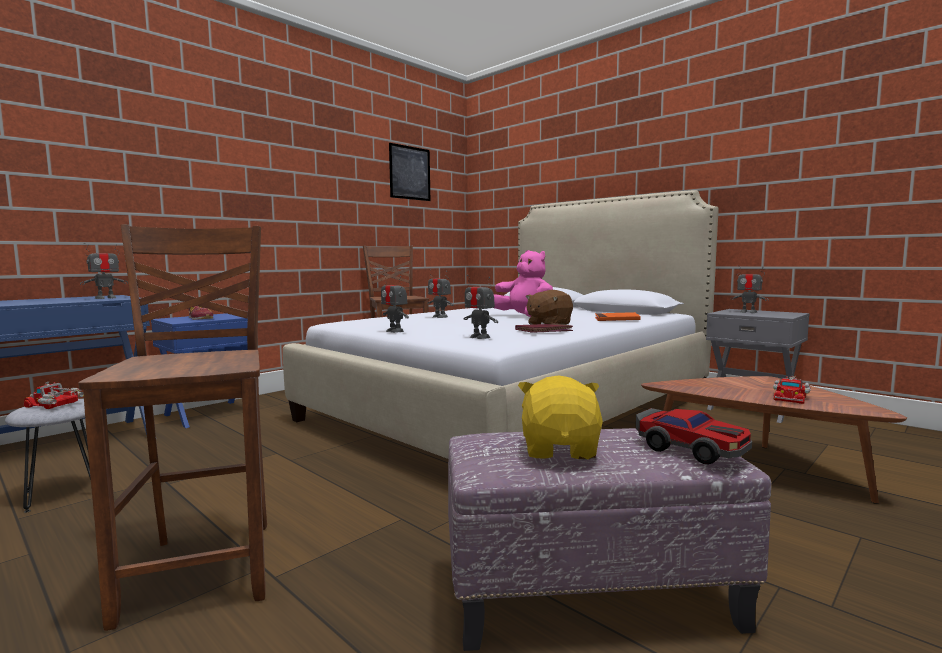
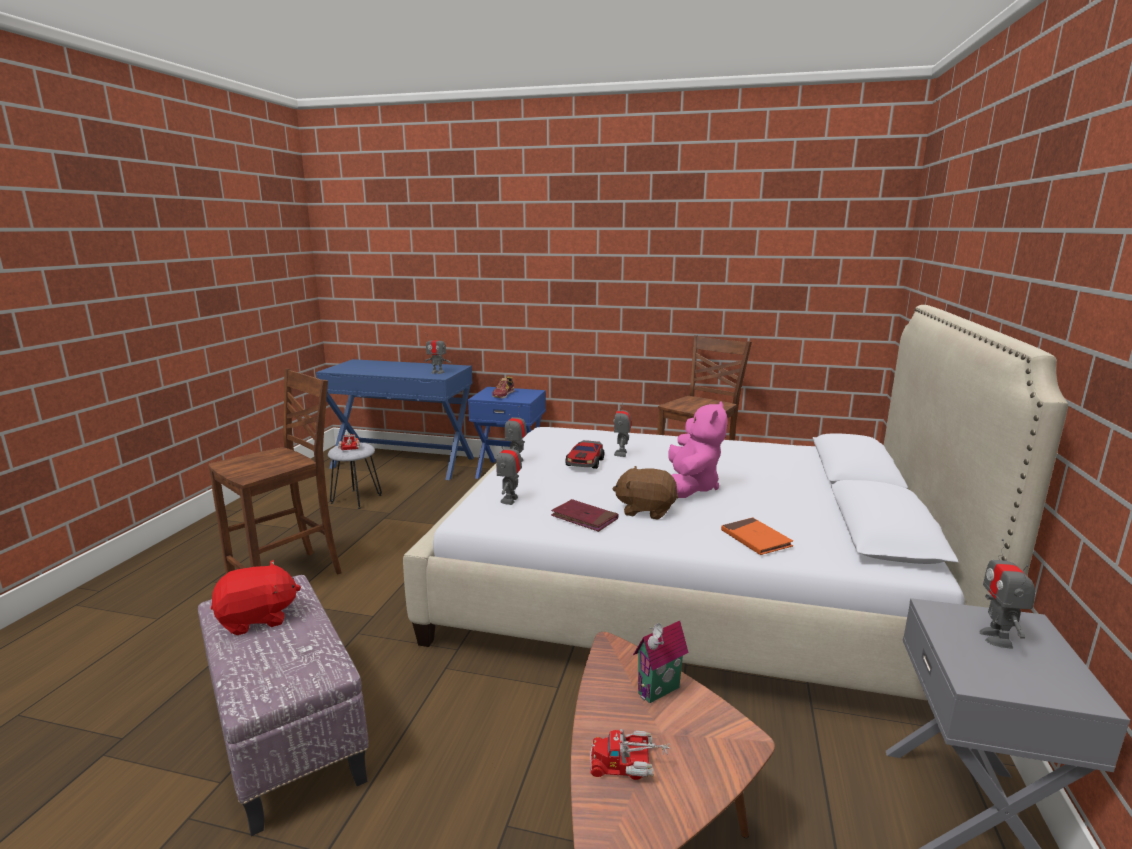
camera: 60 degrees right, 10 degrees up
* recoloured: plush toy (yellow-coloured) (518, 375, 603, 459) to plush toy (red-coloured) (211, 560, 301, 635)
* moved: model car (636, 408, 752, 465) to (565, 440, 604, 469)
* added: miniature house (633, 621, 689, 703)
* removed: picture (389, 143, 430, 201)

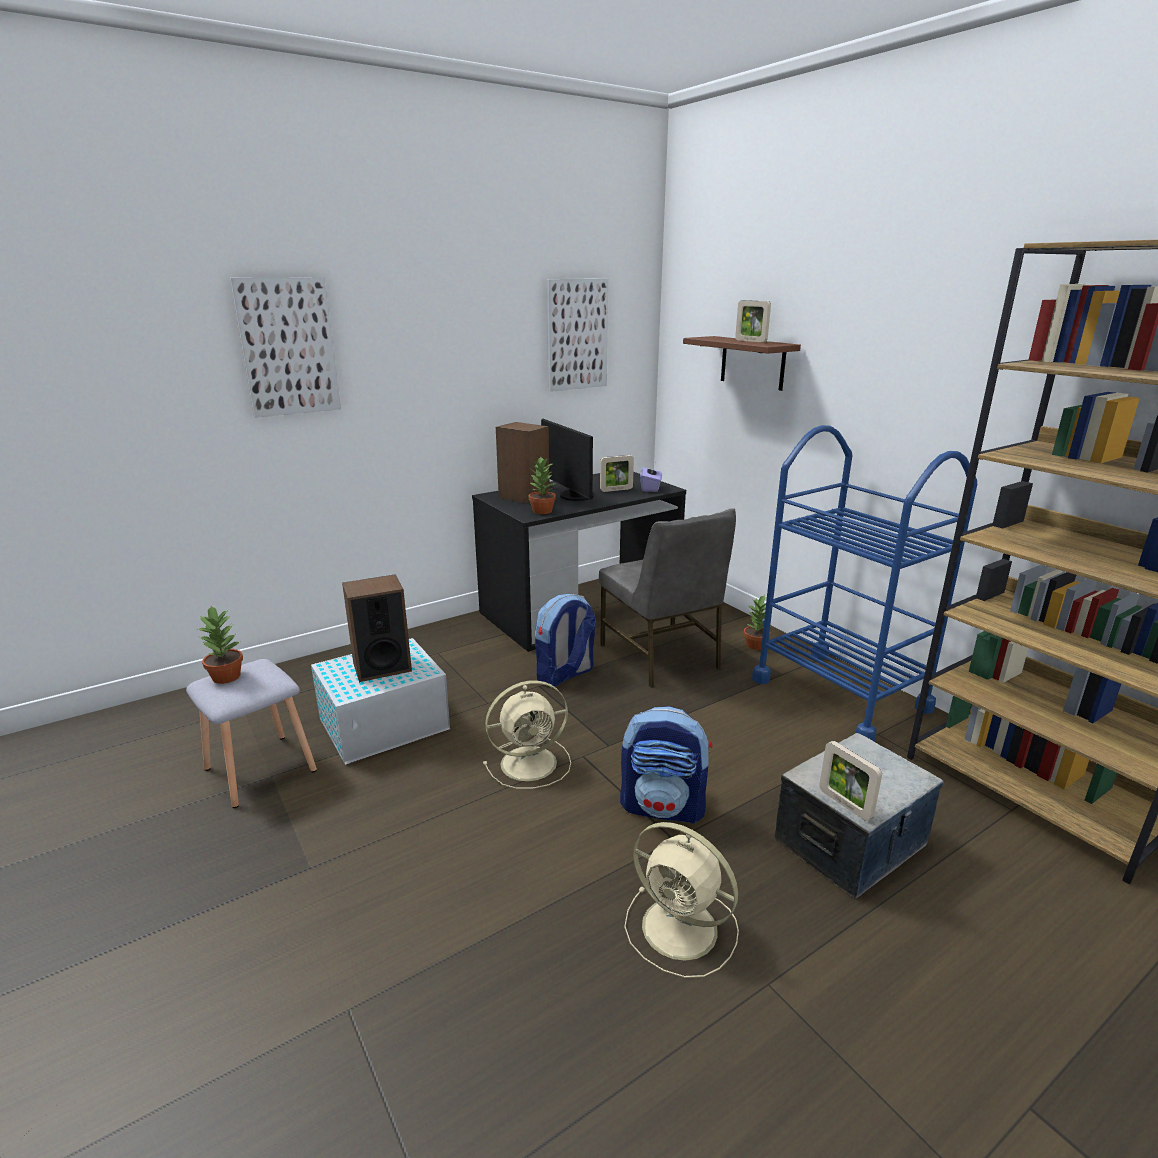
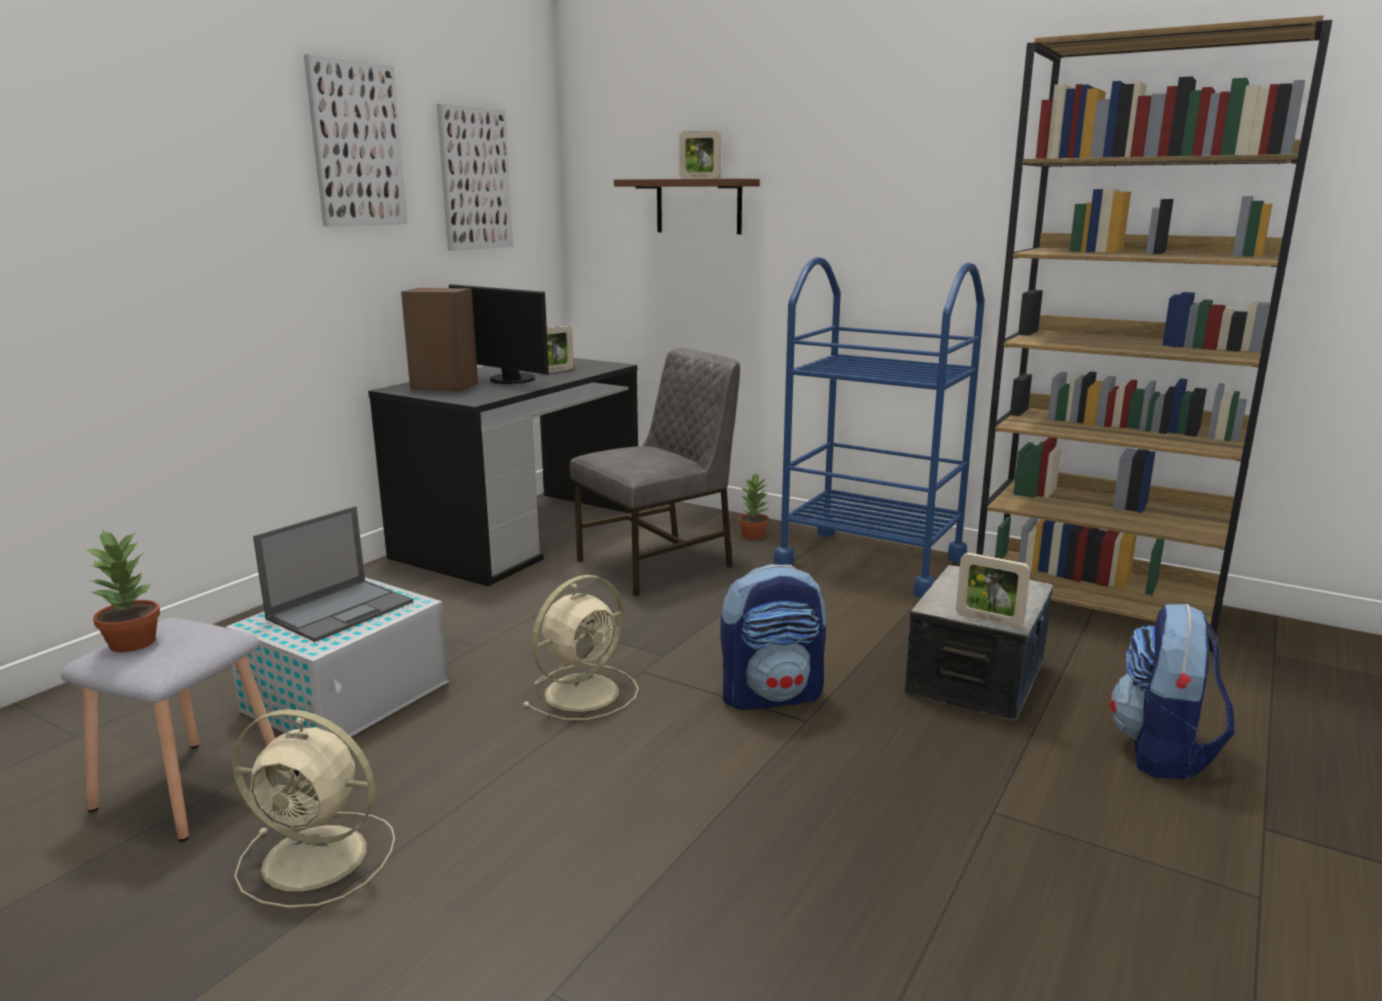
camera: 25 degrees left, 5 degrees down
* moved: cooling fan (sand-coloured) (624, 822, 739, 978) to (232, 709, 395, 908)
* replaced: audio speaker (342, 574, 412, 682) to laptop (253, 506, 413, 642)
* moved: picture (230, 277, 341, 418) to (304, 54, 408, 227)
* turned: plain chair (gray) (599, 508, 736, 688) = (569, 348, 740, 597) 75 degrees counterclockwise
* moved: backpack (535, 594, 595, 686) to (1110, 603, 1234, 779)
* removed: plant in a pot (529, 457, 556, 514)
* removed: tissue holder (purplish) (640, 465, 662, 492)

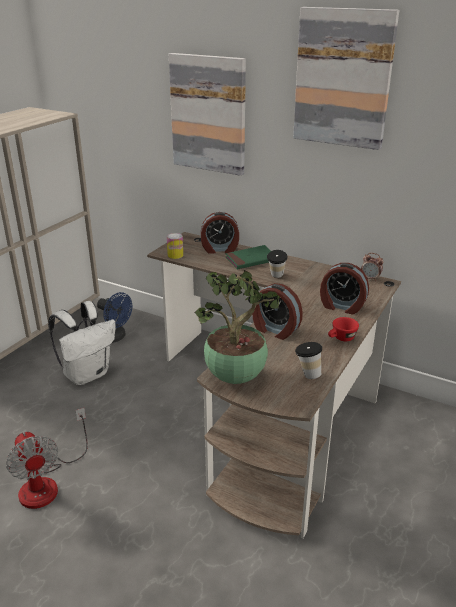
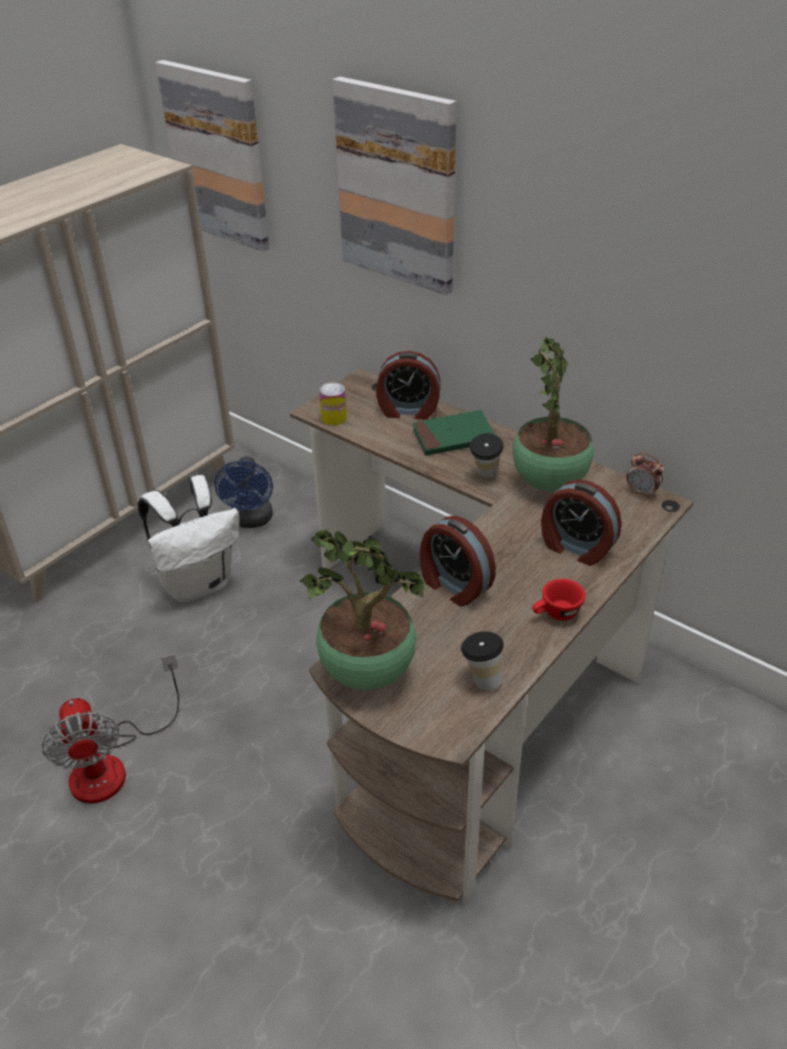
camera: 10 degrees right, 10 degrees up
* moved: picture (293, 7, 399, 150) to (156, 60, 269, 251)
* turned: cooling fan (blue-coloured) (97, 292, 132, 343) = (214, 456, 273, 528) 45 degrees clockwise
* added: plant in a pot (513, 337, 594, 491)

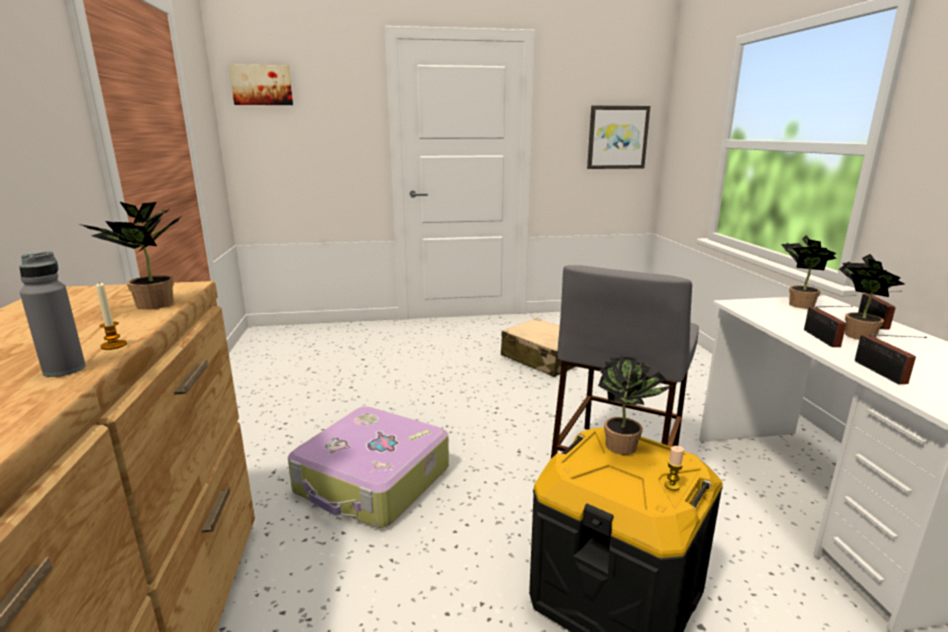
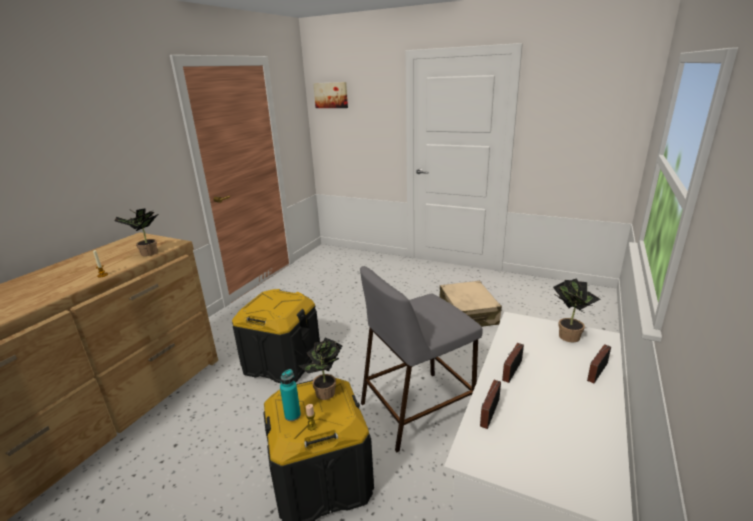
camera: 35 degrees right, 5 degrees up
* replaced: suitcase (288, 407, 449, 528) to storage container (black) (232, 289, 320, 383)
* added: drink bottle (turquoise-coloured) (280, 369, 301, 421)
* removed: drink bottle (gray) (19, 251, 86, 377)
* removed: picture (587, 106, 650, 169)
* removed: plant in a pot (839, 254, 904, 340)

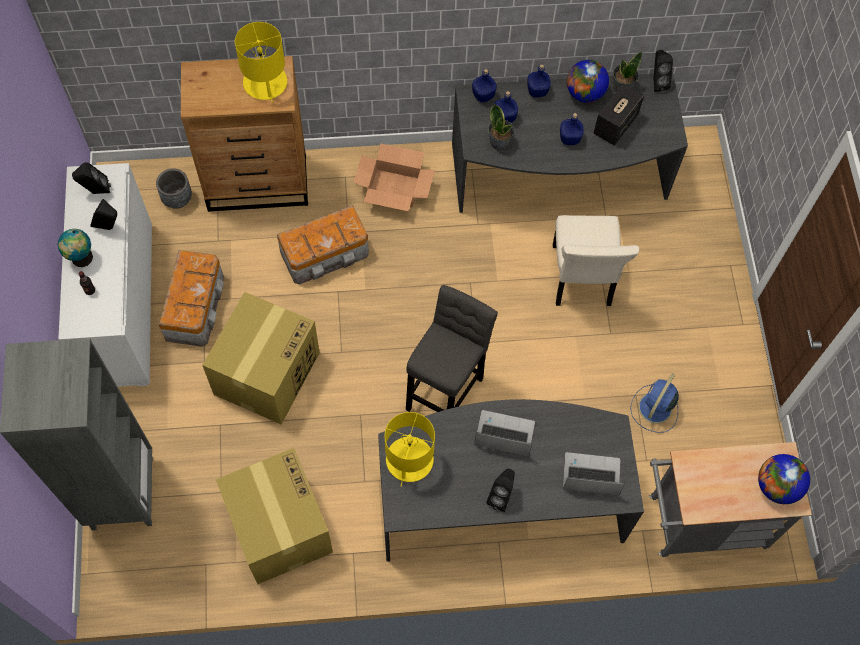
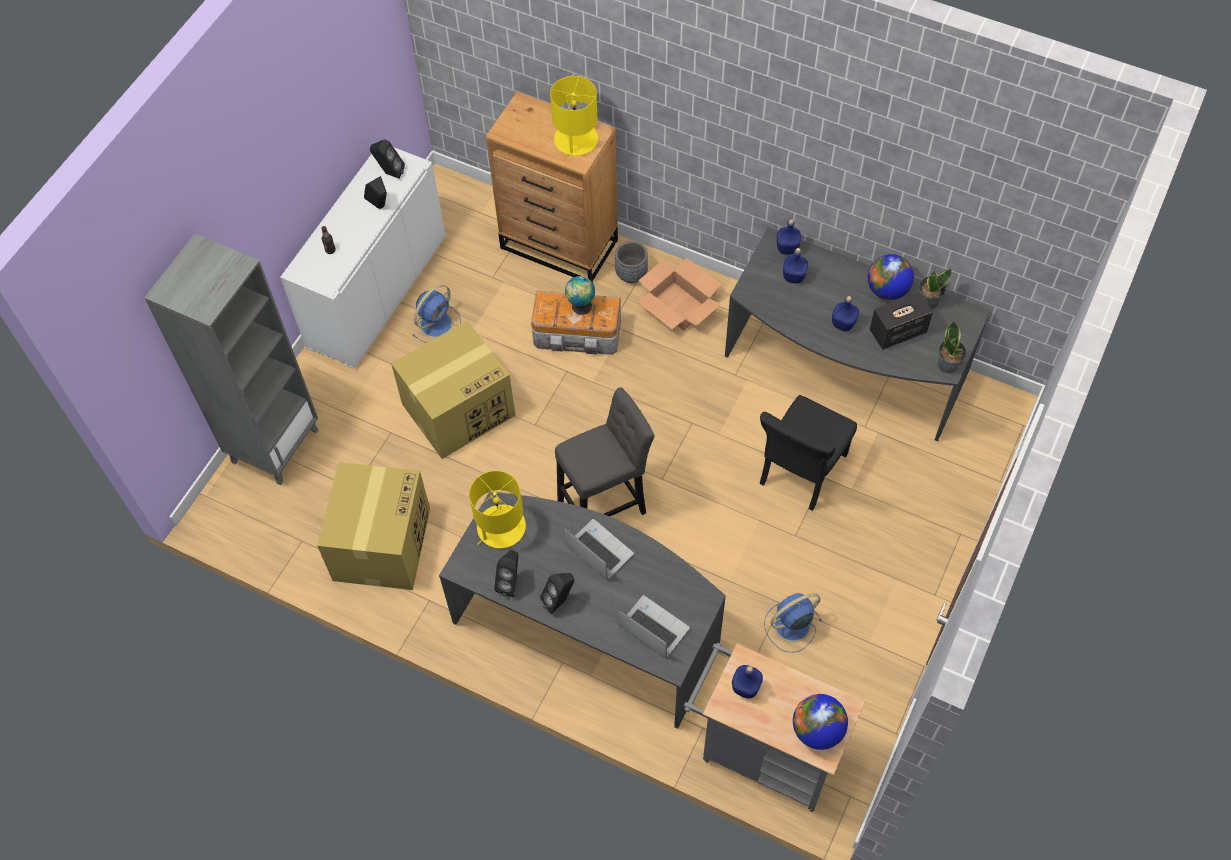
camera: 35 degrees right, 5 degrees down
* replaced: storage container (159, 250, 224, 347) to cooling fan (blue-coloured) (412, 285, 461, 343)
* moved: audio speaker (black) (653, 50, 673, 92) to (494, 550, 518, 597)
* moved: desk globe (58, 229, 93, 267) to (565, 276, 595, 315)
* moved: flower pot (gray) (156, 169, 192, 209) to (615, 241, 648, 283)
* moved: drink bottle (blue-coloured) (527, 64, 551, 98) to (732, 665, 763, 699)
* recoloured: plain chair (sand-coloured) (553, 215, 639, 306) to plain chair (black) (759, 395, 857, 511)
* moved: plant in a pot (488, 105, 514, 151) to (938, 322, 967, 373)

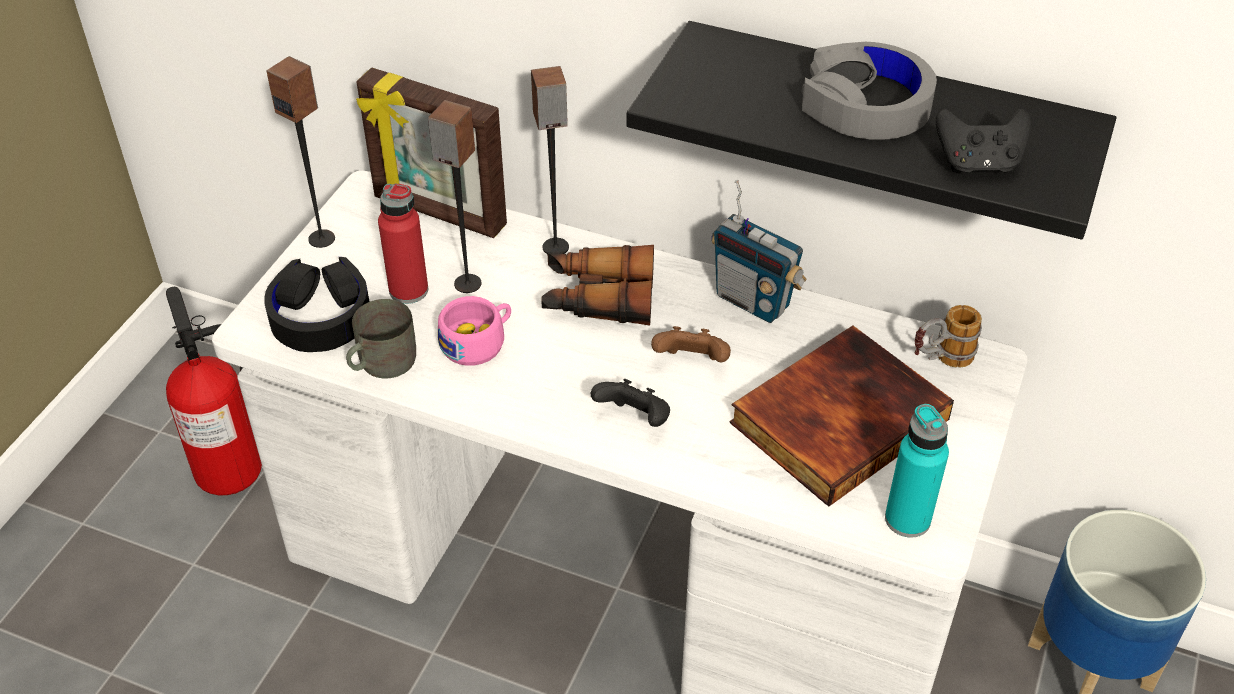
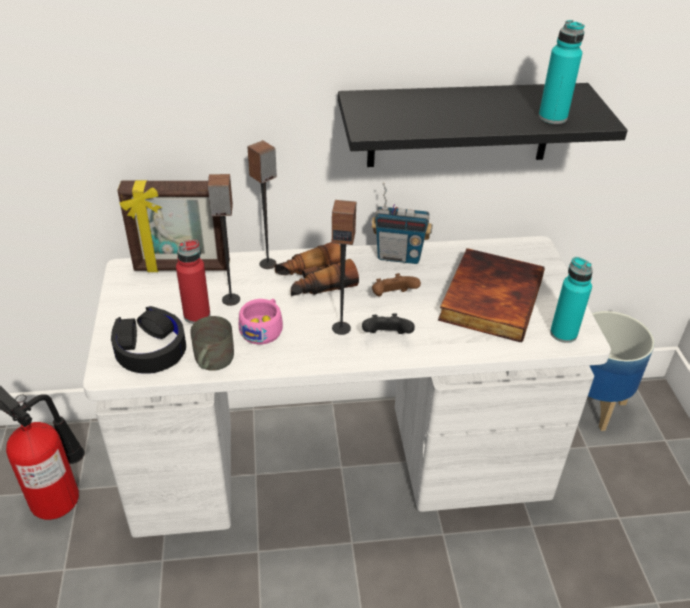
camera: 30 degrees left, 5 degrees down
* moved: audio speaker (267, 56, 335, 248) to (332, 200, 356, 335)
* replaced: joypad (black) (936, 108, 1031, 173) to drink bottle (turquoise-coloured) (539, 20, 585, 124)
* removed: pair of headphones (gray) (801, 42, 937, 139)
* removed: mug (915, 305, 982, 368)

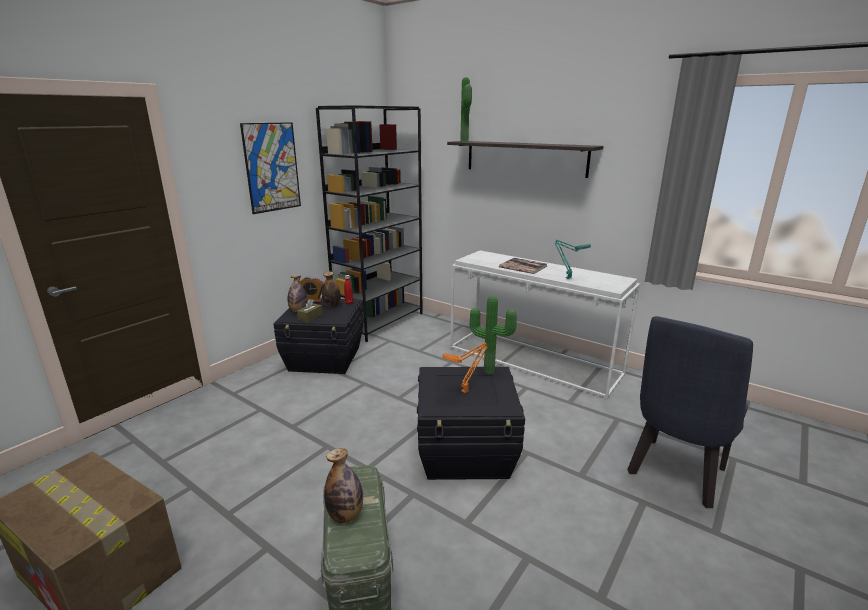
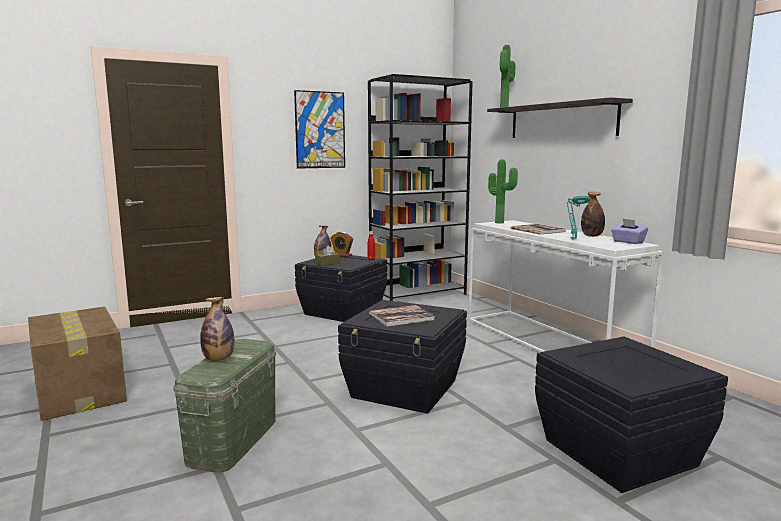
camera: 25 degrees right, 10 degrees down
* replaced: tabletop lamp (orange) (442, 342, 488, 393) to book (369, 305, 435, 327)
* moved: plant in a pot (470, 296, 517, 374) to (488, 159, 518, 224)
* replaced: plain chair (blue-coloured) (627, 316, 753, 508) to storage container (black) (535, 337, 728, 493)
* moved: drink bottle (322, 271, 341, 307) to (581, 192, 605, 237)
* added: tissue holder (purplish) (611, 219, 648, 244)

